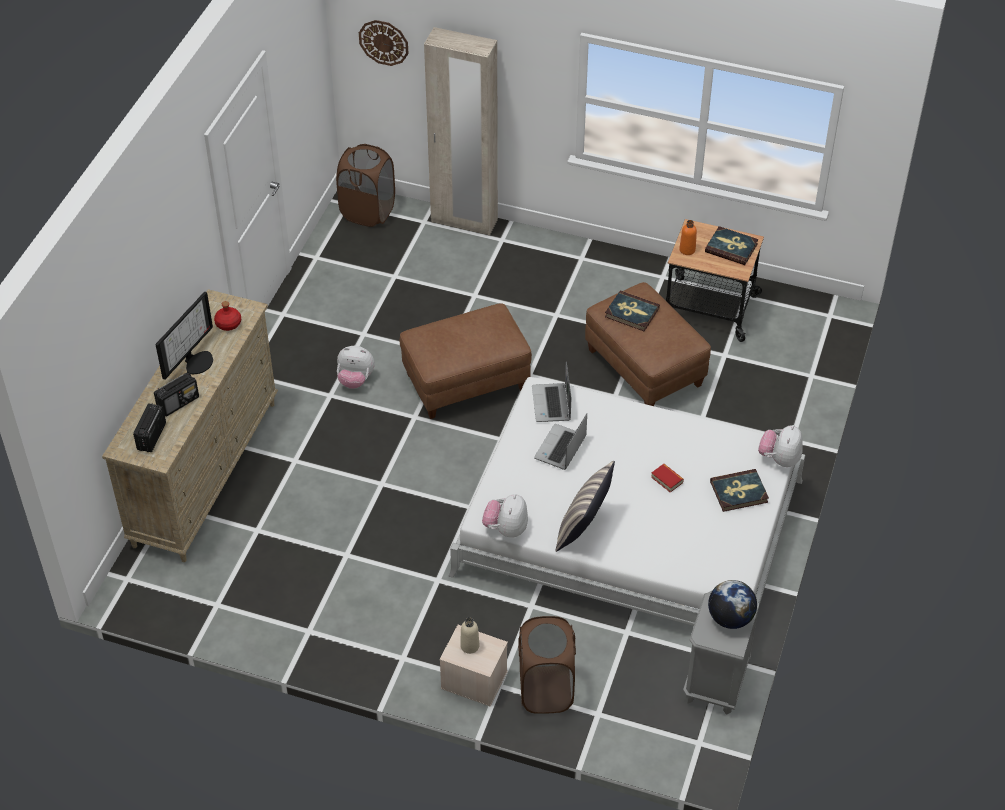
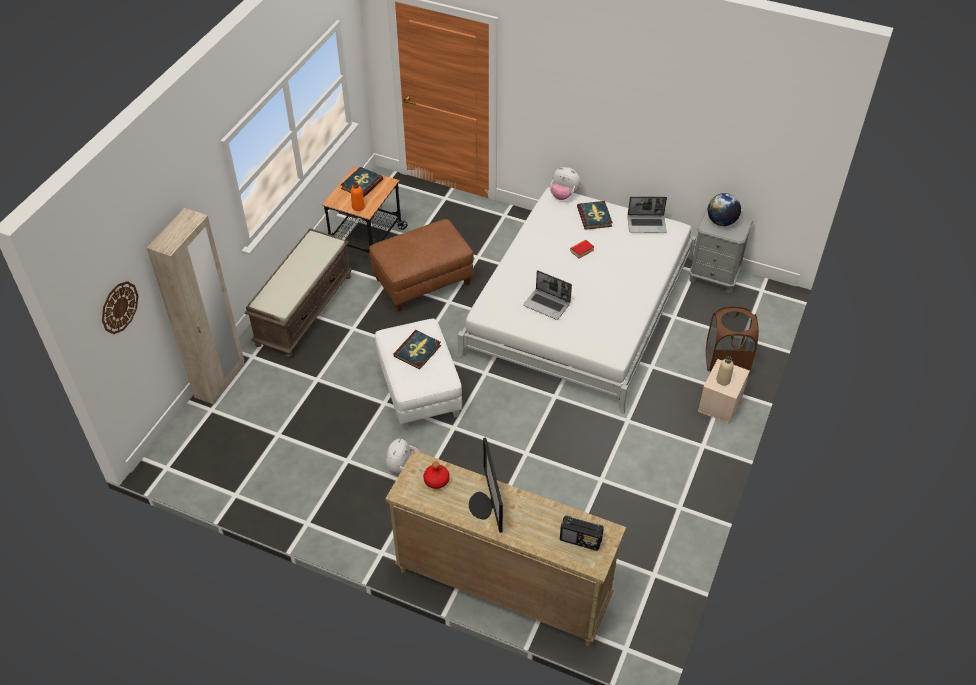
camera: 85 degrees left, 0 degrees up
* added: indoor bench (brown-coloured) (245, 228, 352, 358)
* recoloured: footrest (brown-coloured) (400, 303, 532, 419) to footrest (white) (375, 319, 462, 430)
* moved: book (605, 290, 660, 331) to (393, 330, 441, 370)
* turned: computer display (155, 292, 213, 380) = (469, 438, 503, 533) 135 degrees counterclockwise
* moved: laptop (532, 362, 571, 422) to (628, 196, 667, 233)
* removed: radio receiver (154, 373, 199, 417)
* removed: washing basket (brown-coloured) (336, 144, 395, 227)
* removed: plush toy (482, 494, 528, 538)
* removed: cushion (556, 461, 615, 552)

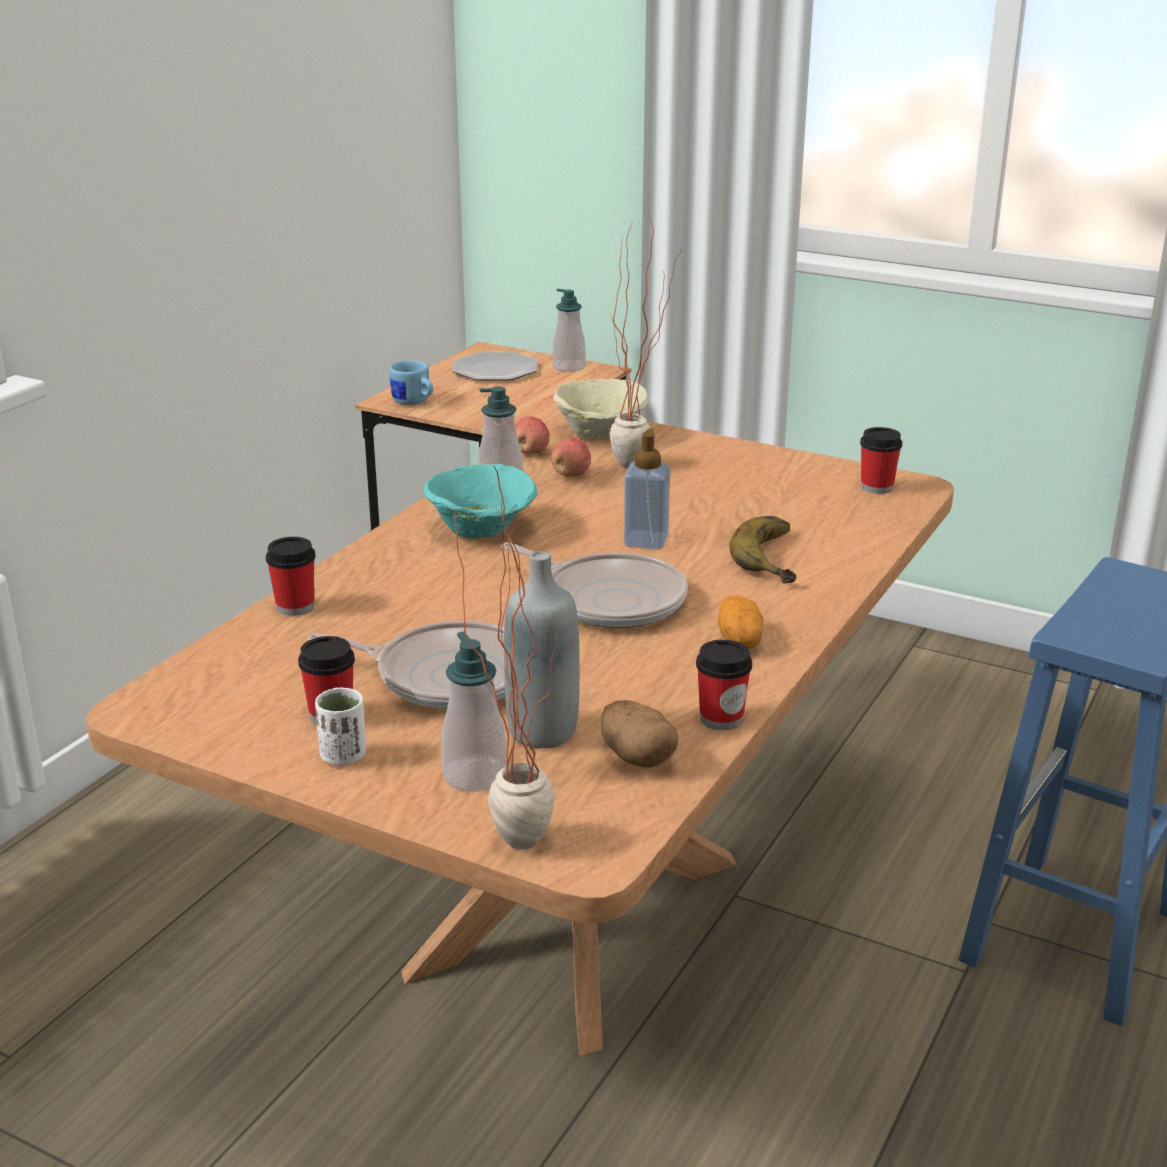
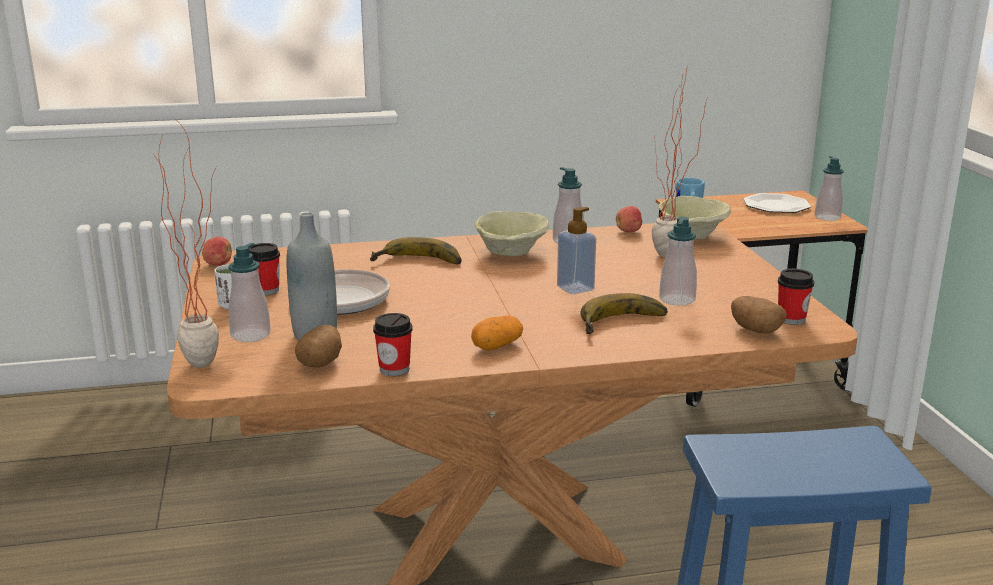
camera: 50 degrees right, 5 degrees down
* moved: apple (551, 438, 591, 476) to (202, 237, 232, 266)
* added: banana fruit (370, 237, 462, 265)
* recoloured: serving bowl (turquoise-coloured) (424, 464, 537, 539) to serving bowl (sand-coloured) (474, 211, 550, 256)
* added: soap bottle (659, 217, 697, 306)
* added: spud (731, 296, 787, 334)
* removed: drinking cup (266, 537, 316, 616)
* removed: frying pan (501, 542, 688, 628)

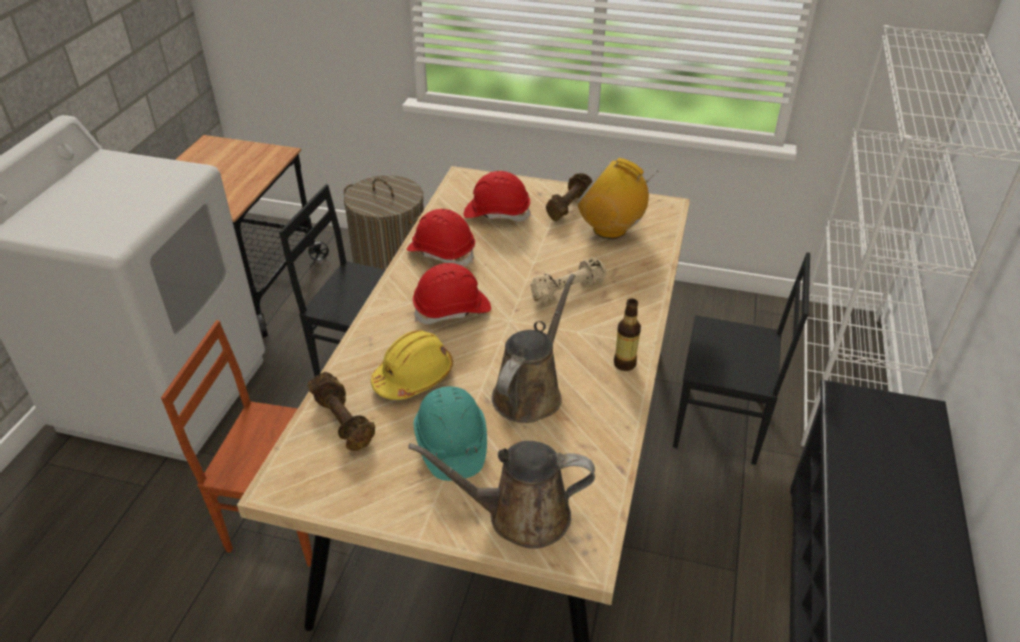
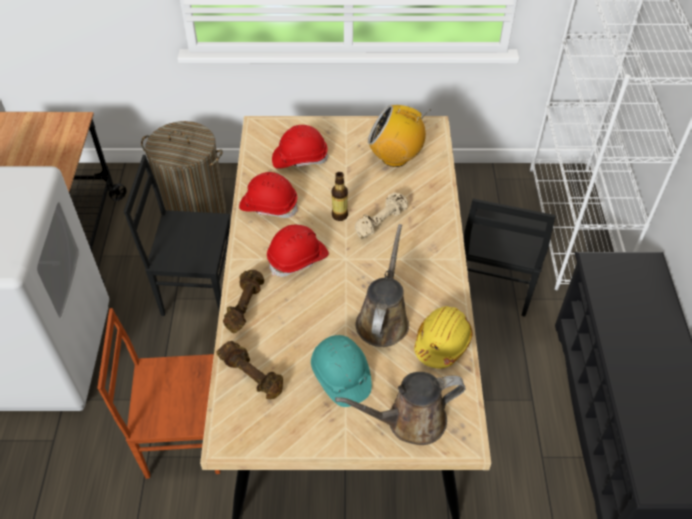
camera: 15 degrees left, 10 degrees up
* moved: dumbbell (brown-coloured) (546, 173, 592, 221) to (223, 270, 264, 333)
* moved: drink bottle (614, 299, 641, 371) to (332, 172, 348, 221)
* moved: work helmet (yellow-coloured) (371, 330, 453, 400) to (414, 306, 473, 368)
* turned: plain chair (black) (673, 252, 810, 465) = (464, 198, 556, 317) 105 degrees clockwise

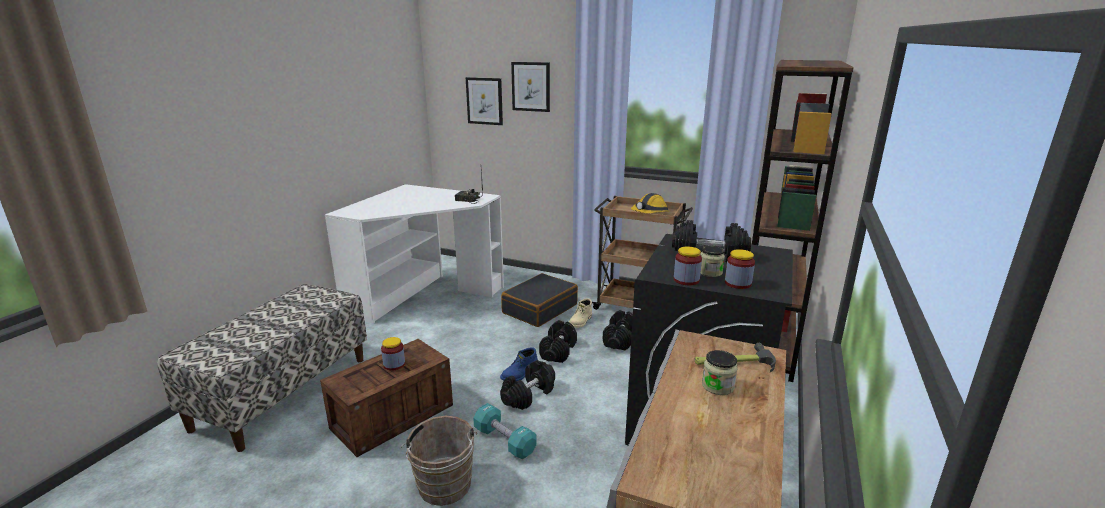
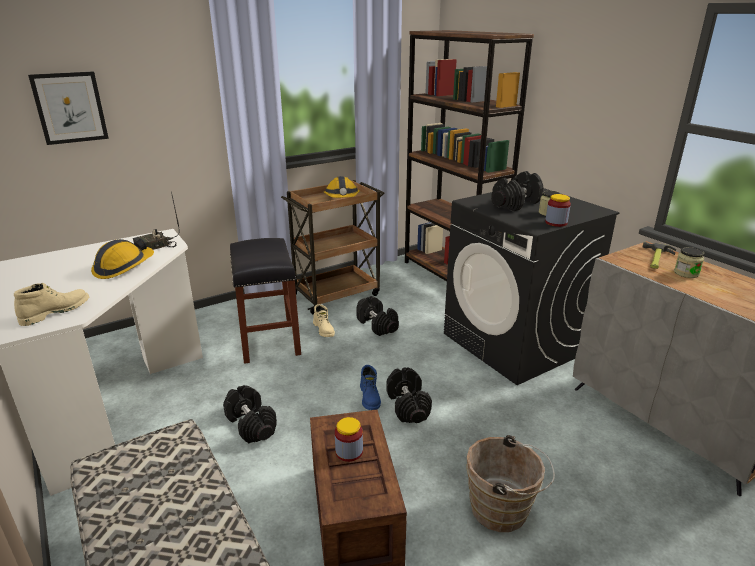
camera: 55 degrees left, 5 degrees up
* added: tall boot (sand-coloured) (14, 283, 89, 326)
* added: work helmet (91, 239, 154, 279)
* moved: dumbbell (black) (539, 320, 577, 363) to (223, 385, 277, 443)
* replaced: suitcase (black) (501, 273, 578, 327) to stool seat (black) (230, 238, 301, 364)
* removed: dumbbell (turquoise-coloured) (473, 403, 536, 459)
* removed: picture (511, 62, 550, 112)
* removed: storage jar (725, 249, 755, 289)

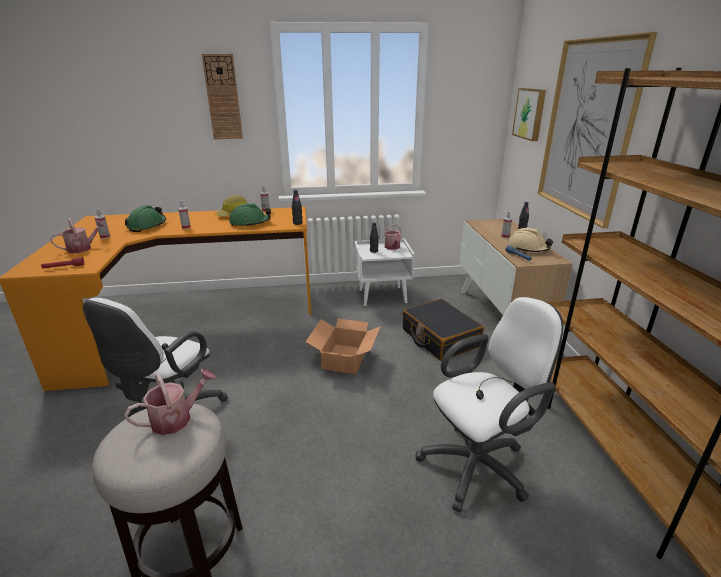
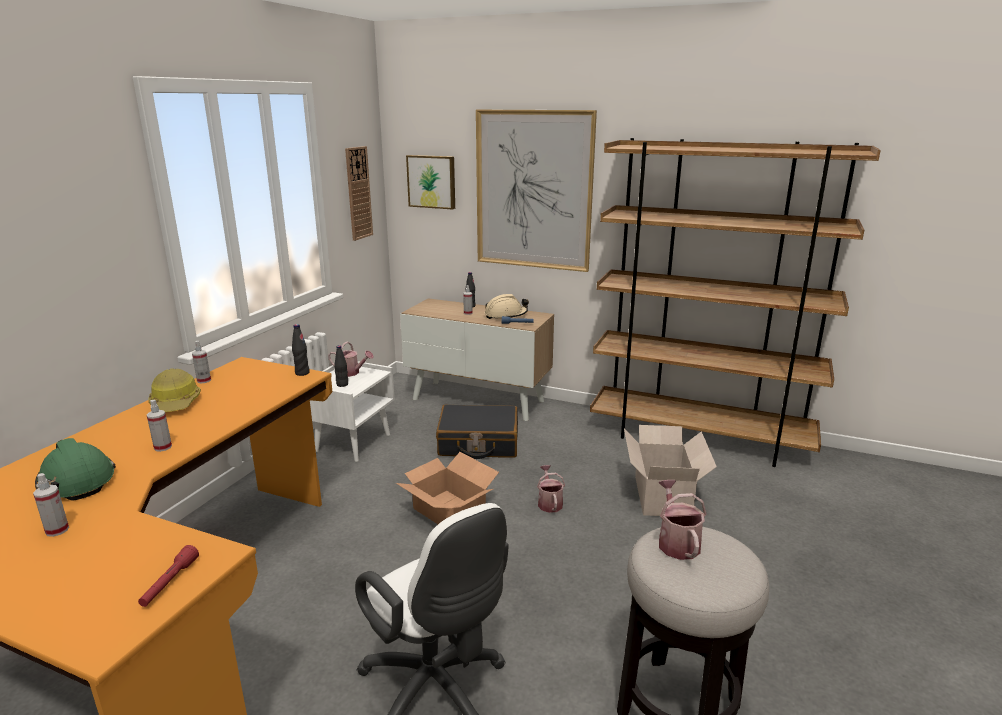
camera: 60 degrees left, 5 degrees down
* moved: clock on the wall (202, 54, 243, 139) to (345, 146, 373, 241)
* moved: watering can (50, 219, 106, 254) to (537, 465, 565, 513)
* replaced: computer chair (white) (415, 297, 563, 512) to packing box (624, 425, 717, 516)
* removed: work helmet (greenish) (229, 203, 271, 227)

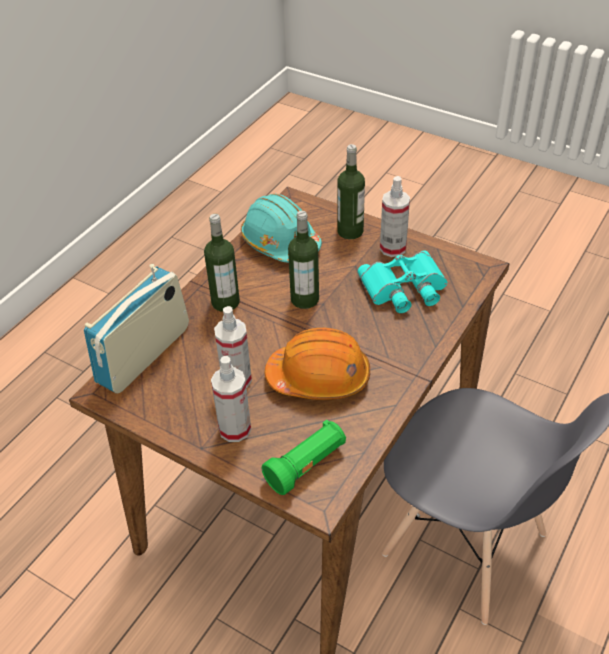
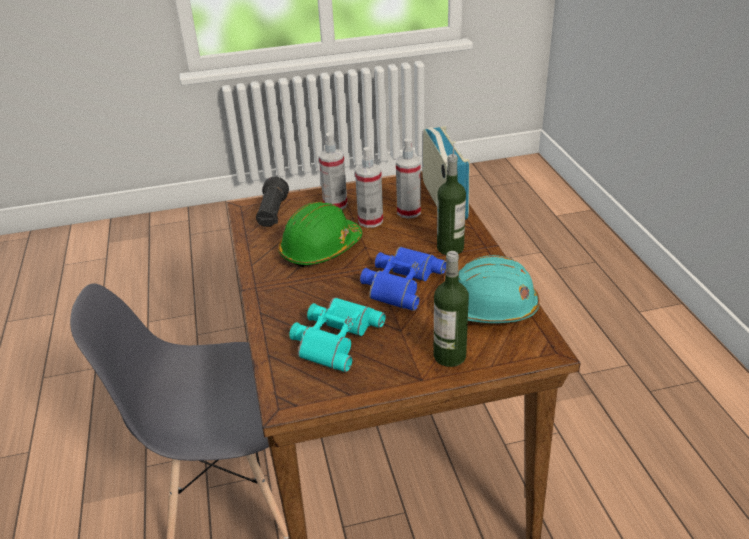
camera: 135 degrees right, 10 degrees down
* recoloured: flashlight (greenish) (262, 420, 346, 495) to flashlight (black) (256, 177, 289, 227)
* recoloured: work helmet (orange) (265, 328, 370, 400) to work helmet (greenish) (278, 202, 362, 267)
* replaced: drink bottle (288, 211, 319, 309) to field glasses (blue-coloured) (360, 247, 446, 311)
* moved: hand sprayer (380, 176, 410, 257) to (396, 138, 421, 218)

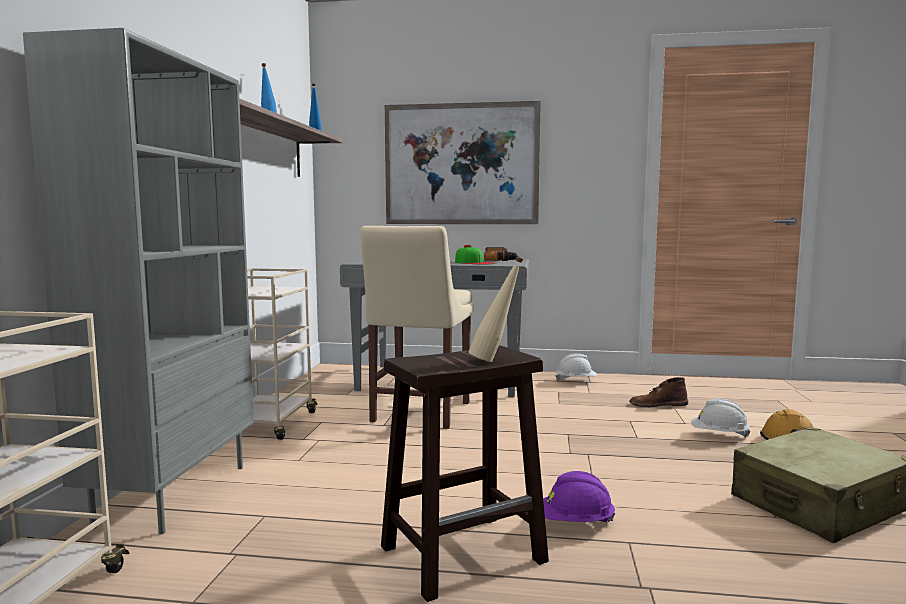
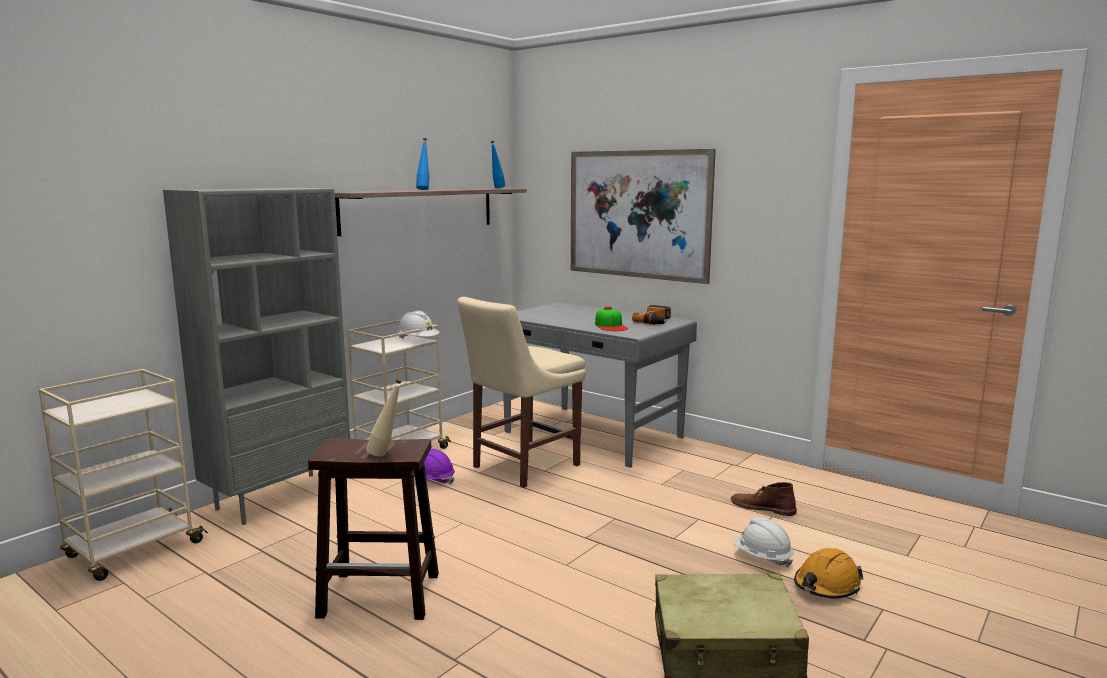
camera: 30 degrees right, 5 degrees up
* moved: work helmet (white) (555, 353, 597, 381) to (397, 311, 439, 339)
* moved: work helmet (purplish) (543, 471, 615, 522) to (413, 449, 455, 485)

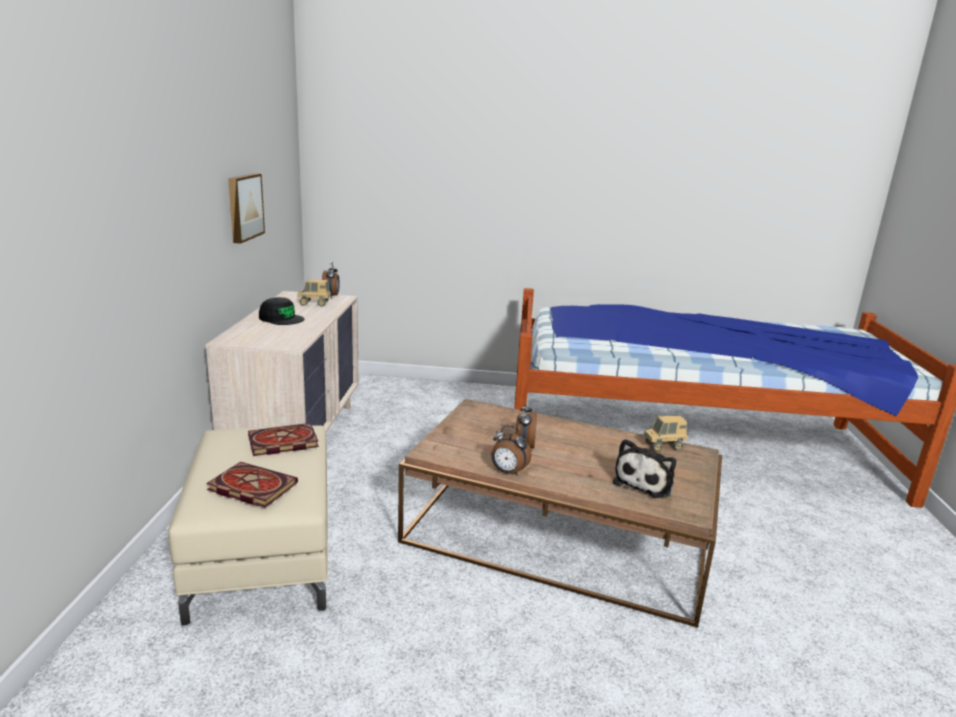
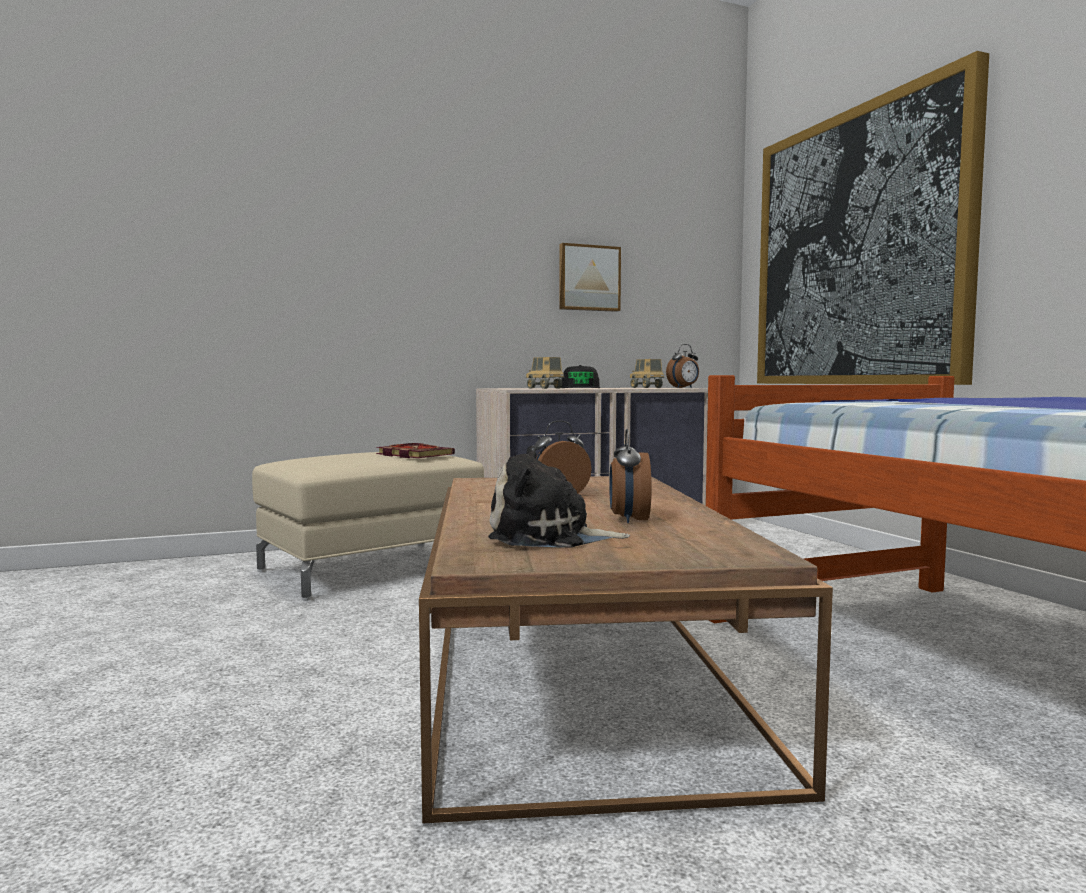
camera: 65 degrees right, 15 degrees down
* moved: toy lorry (644, 416, 688, 452) to (526, 357, 564, 389)
* moved: table clock (491, 425, 531, 476) to (610, 429, 651, 523)
* added: picture (757, 51, 989, 385)
* removed: book (206, 462, 298, 508)

